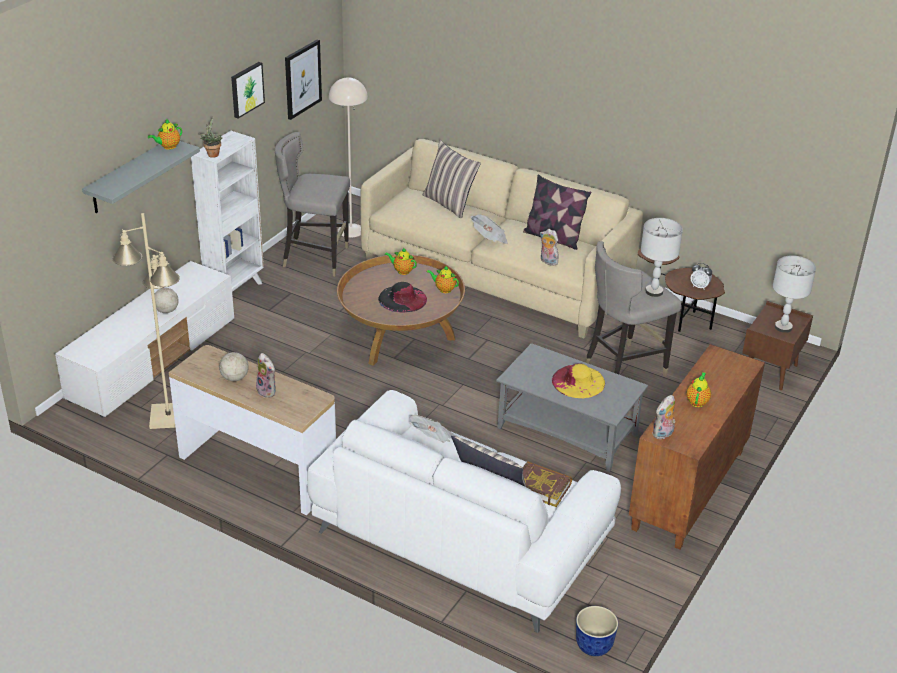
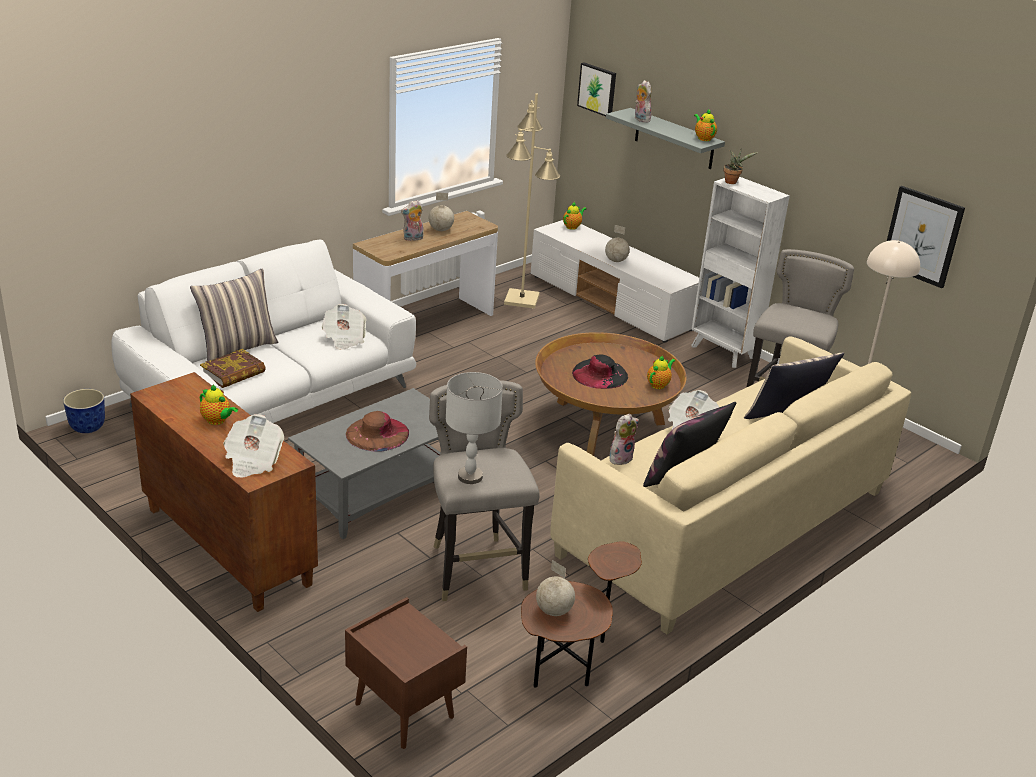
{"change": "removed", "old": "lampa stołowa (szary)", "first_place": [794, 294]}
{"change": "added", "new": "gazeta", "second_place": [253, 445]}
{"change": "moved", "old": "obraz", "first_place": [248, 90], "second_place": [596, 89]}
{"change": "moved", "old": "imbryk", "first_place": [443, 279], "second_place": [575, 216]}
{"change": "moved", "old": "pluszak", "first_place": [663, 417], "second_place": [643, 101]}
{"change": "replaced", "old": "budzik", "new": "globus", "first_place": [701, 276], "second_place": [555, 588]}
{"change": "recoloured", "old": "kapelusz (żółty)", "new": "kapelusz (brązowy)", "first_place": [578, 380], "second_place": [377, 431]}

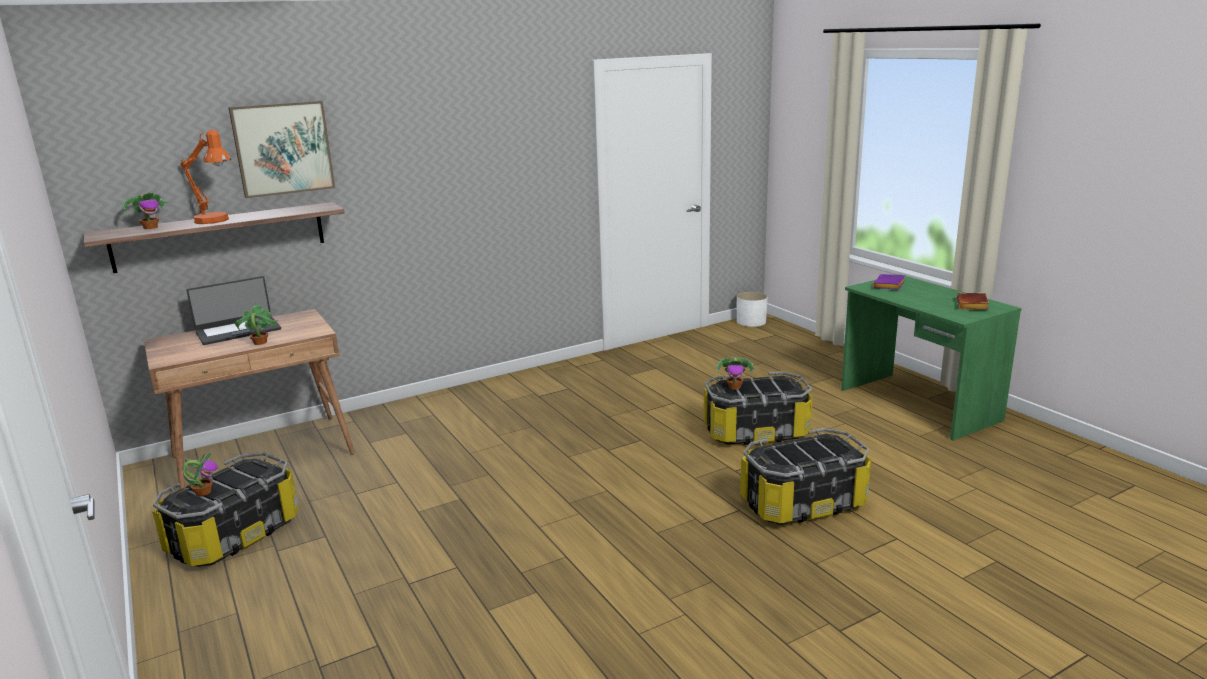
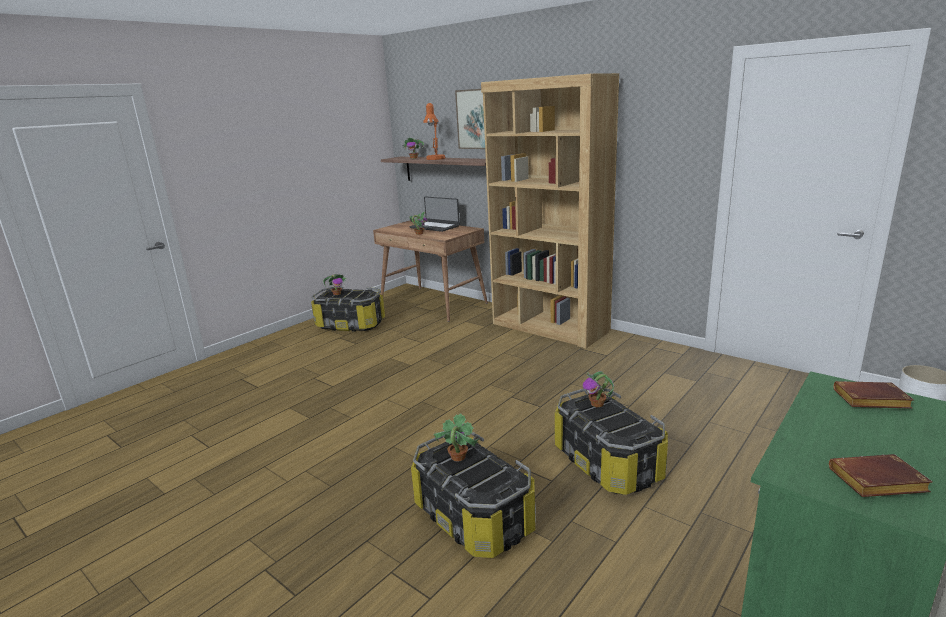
{"change": "added", "new": "roślina doniczkowa", "second_place": [457, 437]}
{"change": "added", "new": "regał (brązowy)", "second_place": [550, 210]}
{"change": "recoloured", "old": "książka (fioletowy)", "new": "książka (brązowy)", "first_place": [889, 282], "second_place": [874, 395]}

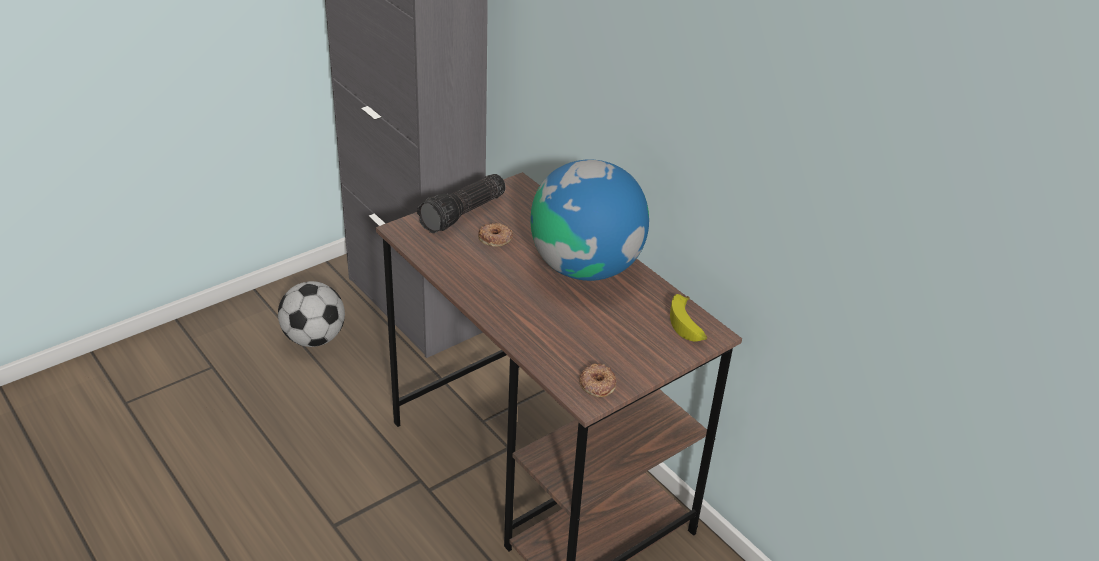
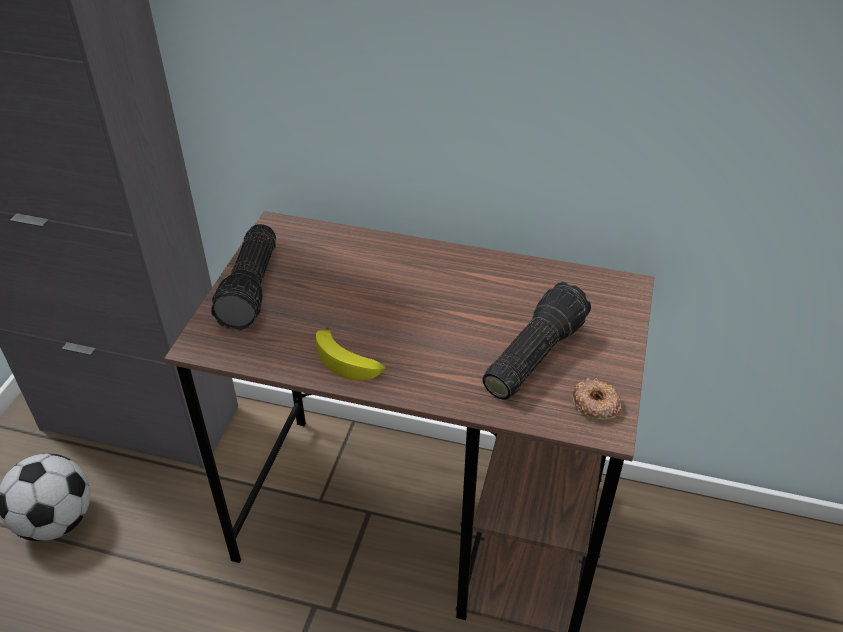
{"change": "removed", "old": "donut", "first_place": [495, 235]}
{"change": "removed", "old": "globus", "first_place": [589, 220]}
{"change": "added", "new": "latarka", "second_place": [536, 341]}
{"change": "moved", "old": "banan", "first_place": [688, 318], "second_place": [351, 353]}

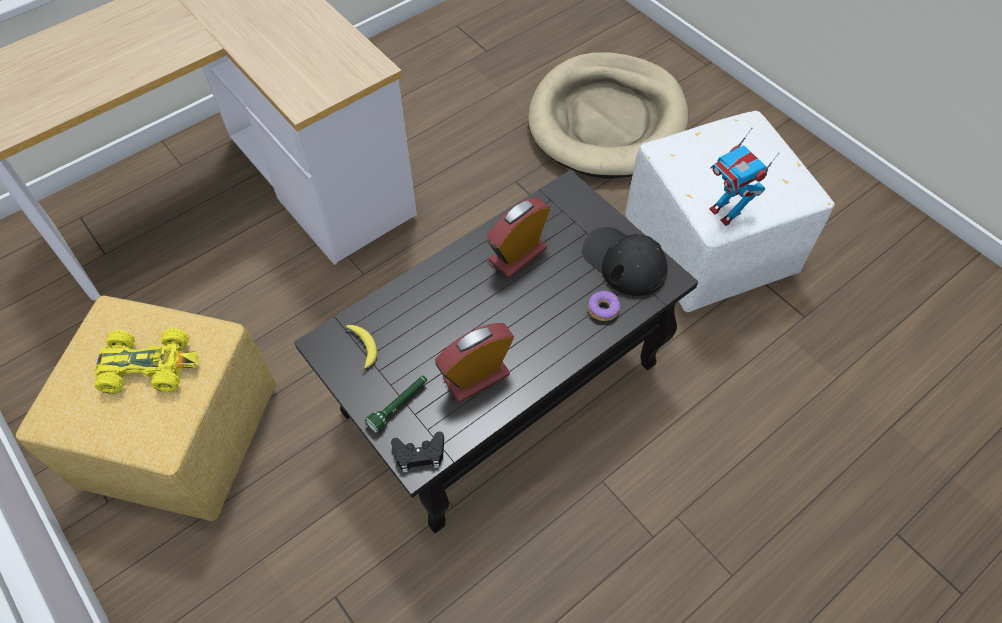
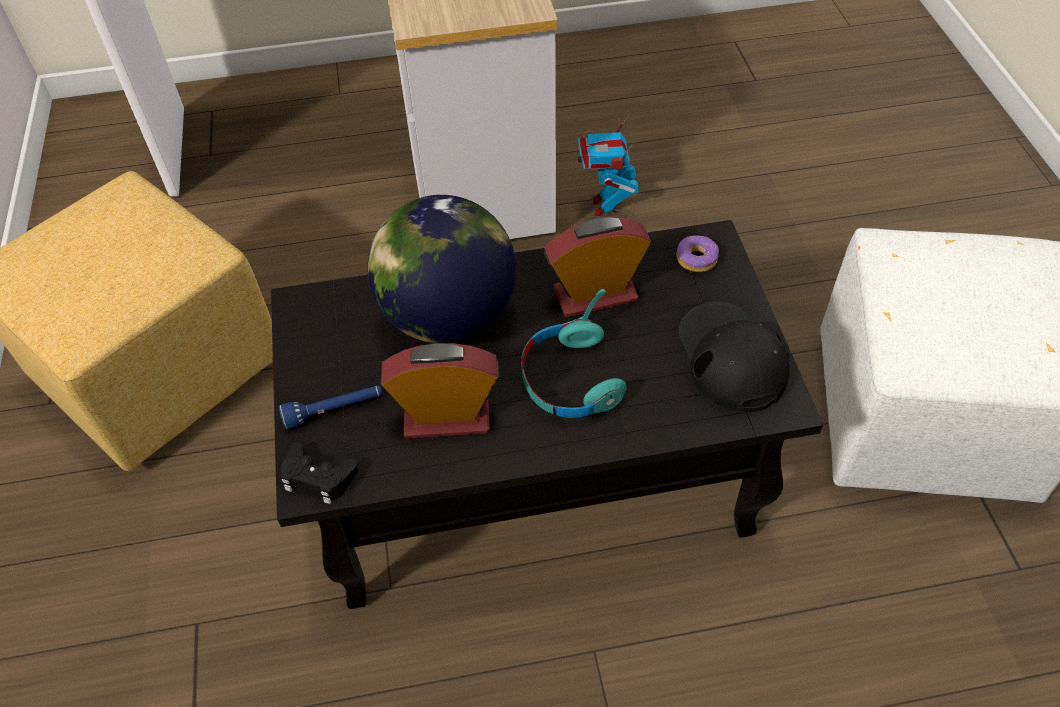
{"change": "removed", "old": "samochodzik (żółty)", "first_place": [146, 361]}
{"change": "removed", "old": "banan", "first_place": [361, 348]}
{"change": "removed", "old": "legowisko (beżowy)", "first_place": [608, 115]}
{"change": "added", "new": "globus", "second_place": [441, 269]}
{"change": "added", "new": "słuchawki (turkusowy)", "second_place": [574, 353]}
{"change": "moved", "old": "donut", "first_place": [604, 306], "second_place": [697, 253]}
{"change": "moved", "old": "robot zabawkowy", "first_place": [744, 177], "second_place": [608, 166]}
{"change": "recoloured", "old": "latarka (zielony)", "new": "latarka (niebieski)", "first_place": [396, 404], "second_place": [331, 407]}

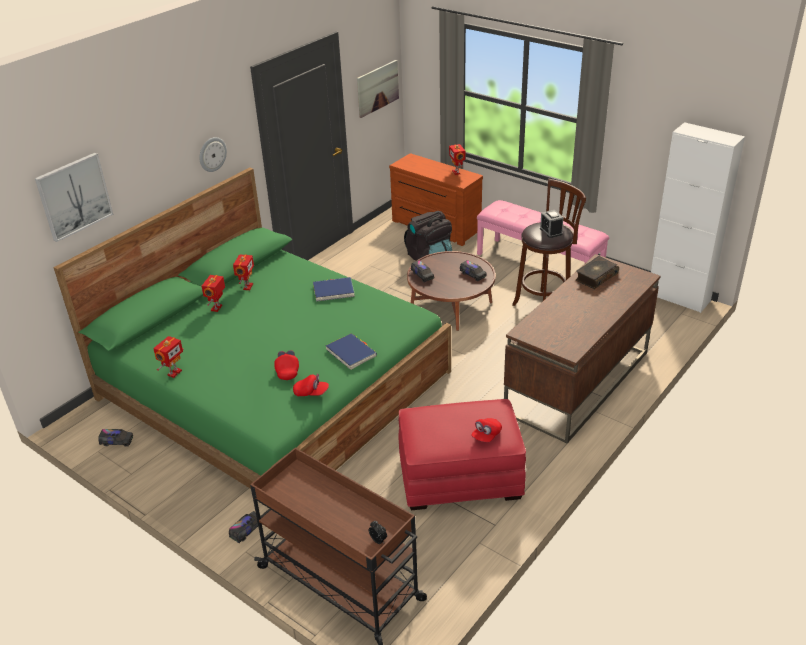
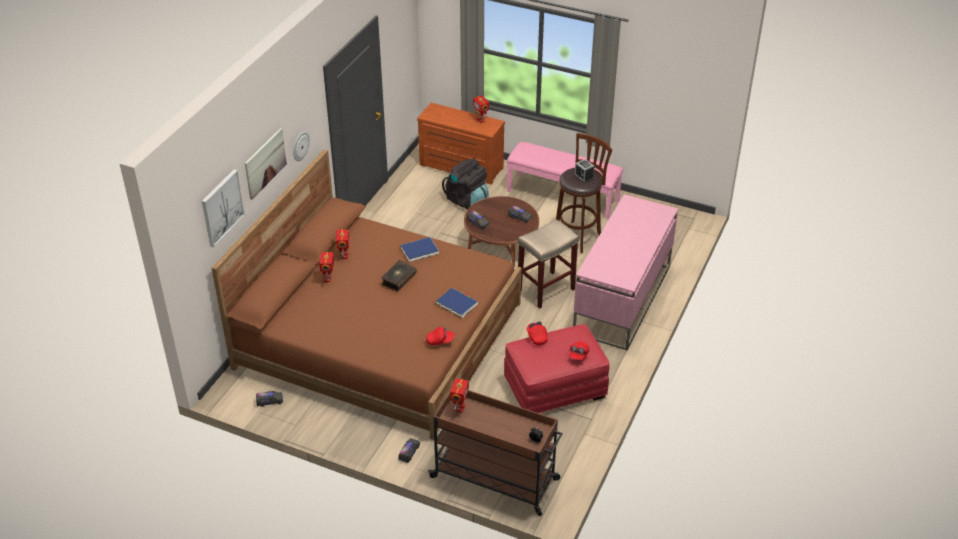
{"change": "removed", "old": "szafka (biały)", "first_place": [698, 217]}
{"change": "added", "new": "stołek (beżowy)", "second_place": [548, 264]}
{"change": "moved", "old": "robot zabawkowy", "first_place": [168, 357], "second_place": [459, 395]}
{"change": "moved", "old": "czapka z daszkiem (czerwony)", "first_place": [286, 365], "second_place": [537, 333]}
{"change": "moved", "old": "obraz", "first_place": [378, 89], "second_place": [266, 164]}
{"change": "moved", "old": "książka", "first_place": [597, 272], "second_place": [399, 275]}
{"change": "recoloured", "old": "łóżko (zielony)", "new": "łóżko (brązowy)", "first_place": [252, 328], "second_place": [367, 294]}
{"change": "recoloured", "old": "biurko (brązowy)", "new": "biurko (różowy)", "first_place": [582, 349], "second_place": [625, 272]}

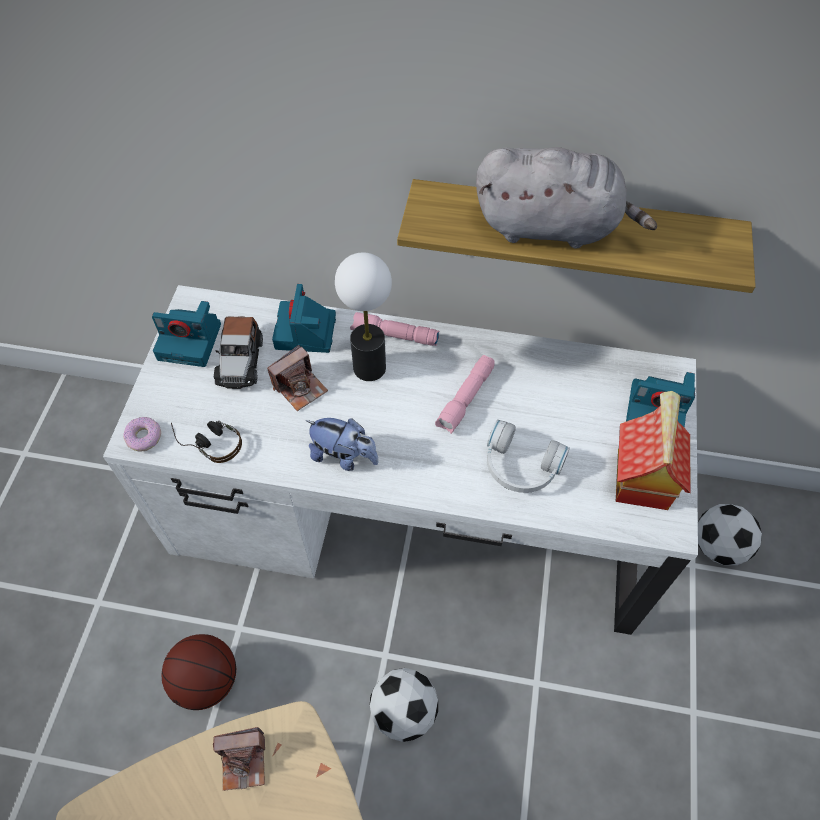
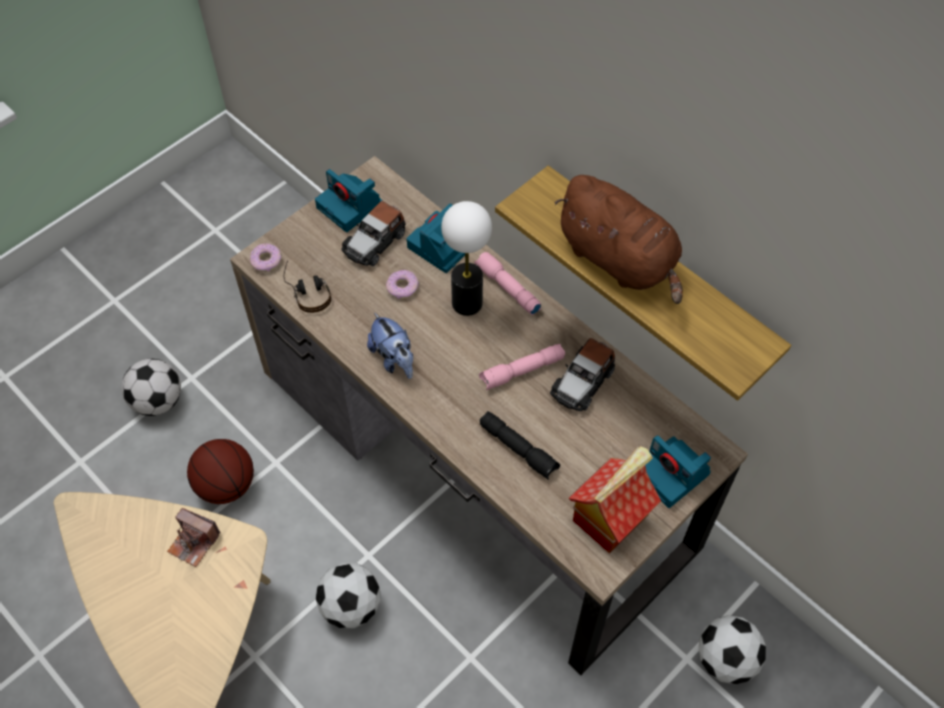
{"change": "added", "new": "piłka futbolowa", "second_place": [151, 387]}
{"change": "added", "new": "samochodzik", "second_place": [582, 374]}
{"change": "replaced", "old": "aparat fotograficzny", "new": "donut", "first_place": [297, 378], "second_place": [402, 284]}
{"change": "replaced", "old": "słuchawki (biały)", "new": "latarka (czarny)", "first_place": [528, 456], "second_place": [520, 445]}
{"change": "recoloured", "old": "biurko (biały)", "new": "biurko (brązowy)", "first_place": [400, 460], "second_place": [489, 415]}
{"change": "recoloured", "old": "pluszak (szary)", "new": "pluszak (brązowy)", "first_place": [566, 198], "second_place": [618, 239]}

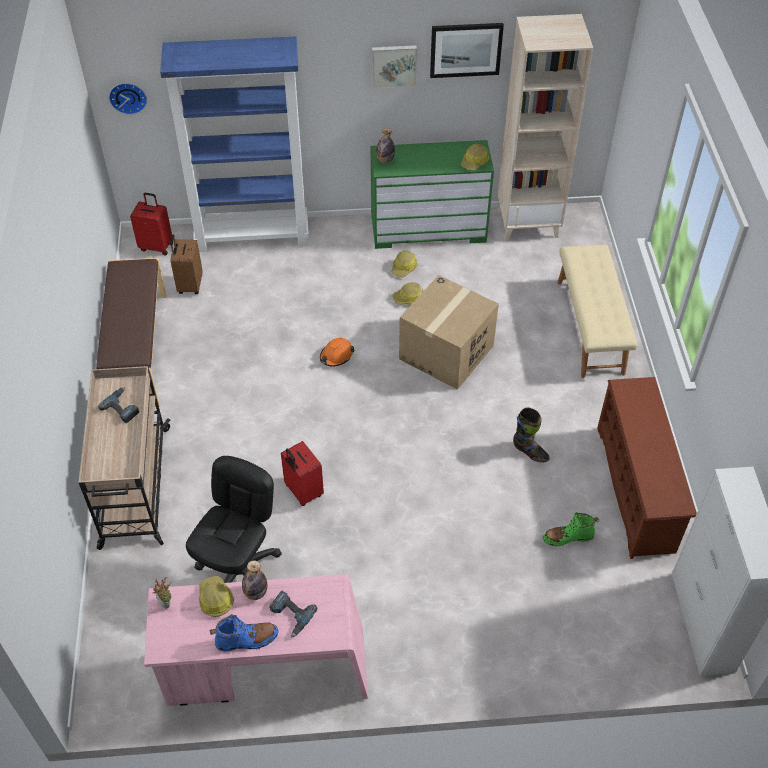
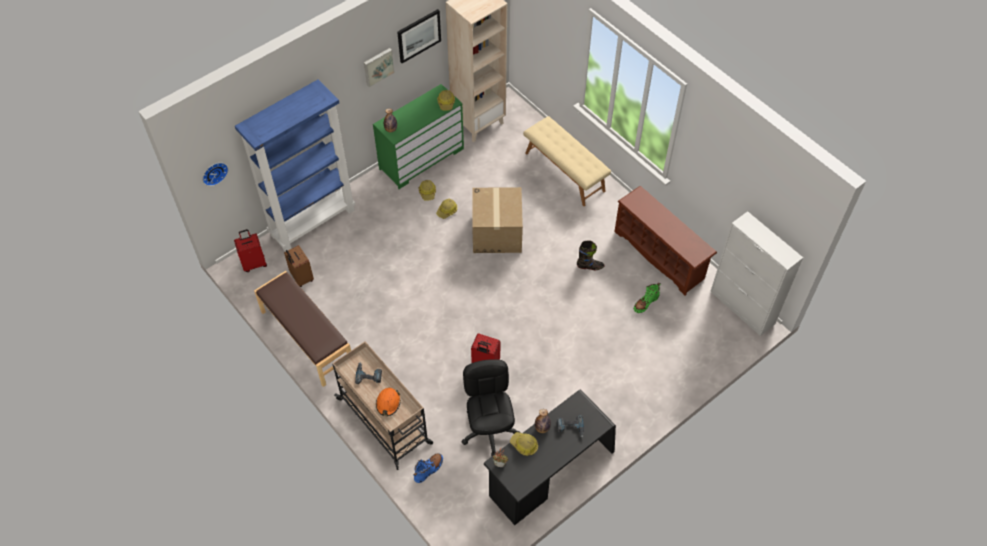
{"change": "moved", "old": "but z cholewką (niebieski)", "first_place": [244, 633], "second_place": [428, 468]}
{"change": "moved", "old": "kask (pomarańczowy)", "first_place": [337, 352], "second_place": [388, 402]}
{"change": "recoloured", "old": "biurko (różowy)", "new": "biurko (czarny)", "first_place": [256, 640], "second_place": [550, 457]}

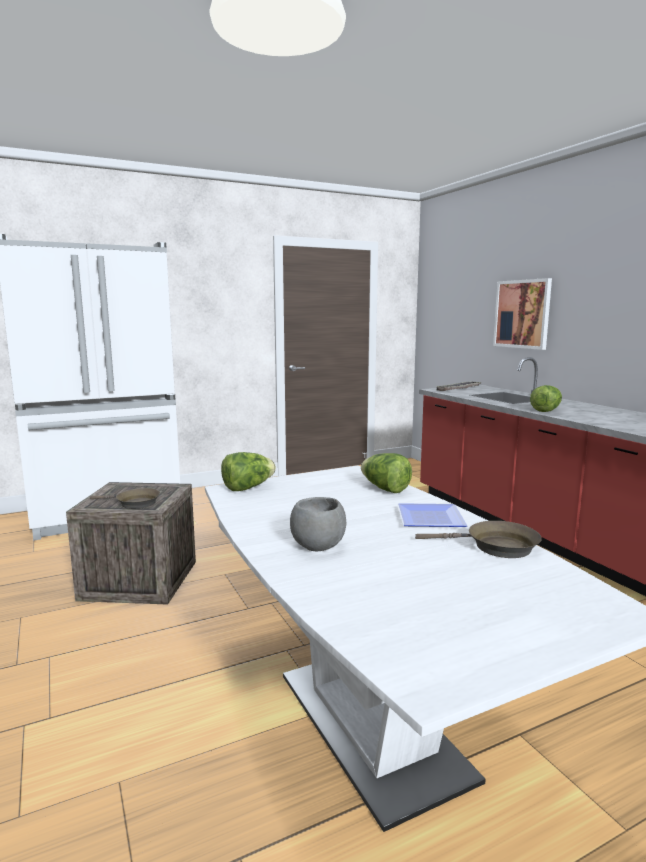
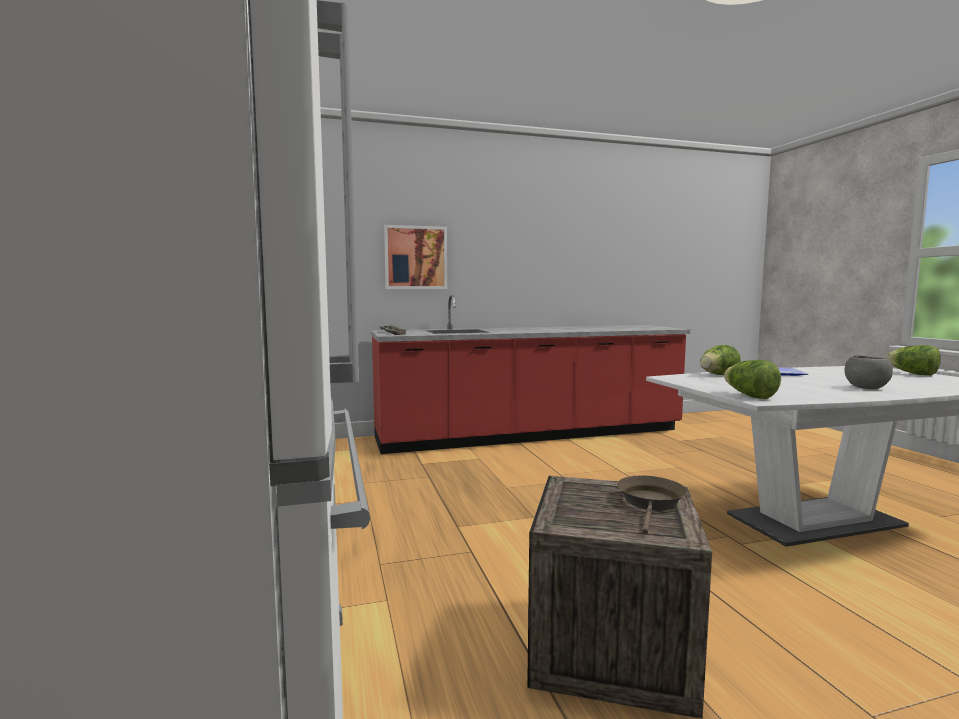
{"change": "removed", "old": "patelnia (brązowy)", "first_place": [478, 539]}
{"change": "moved", "old": "sałata", "first_place": [546, 398], "second_place": [913, 360]}

